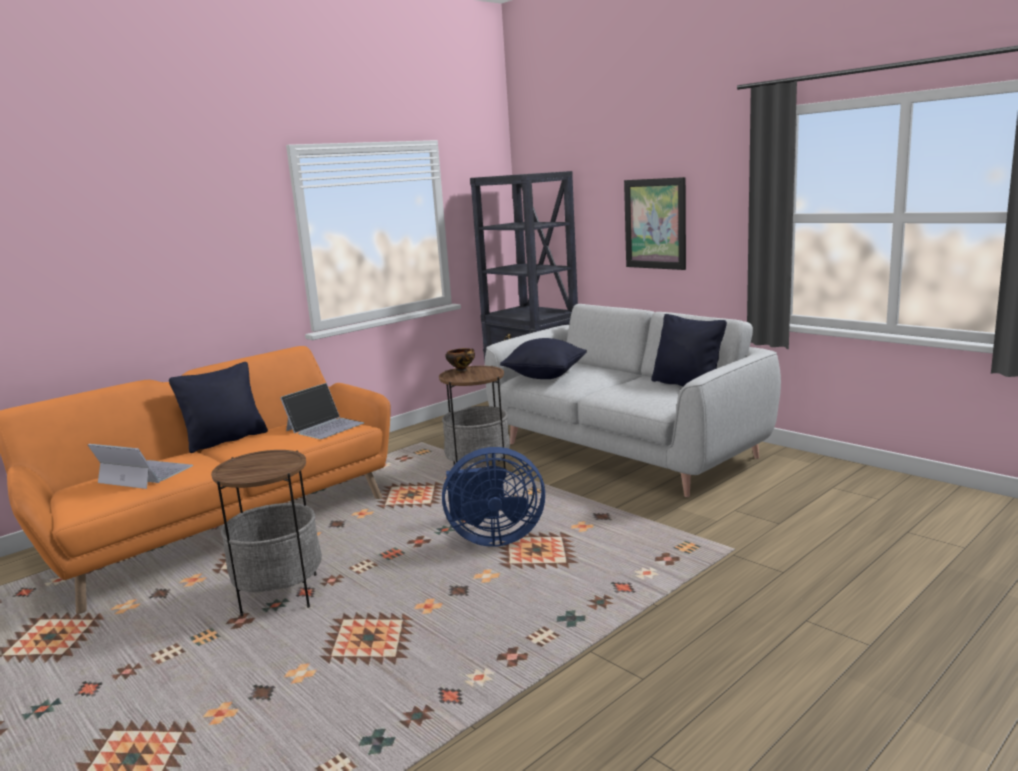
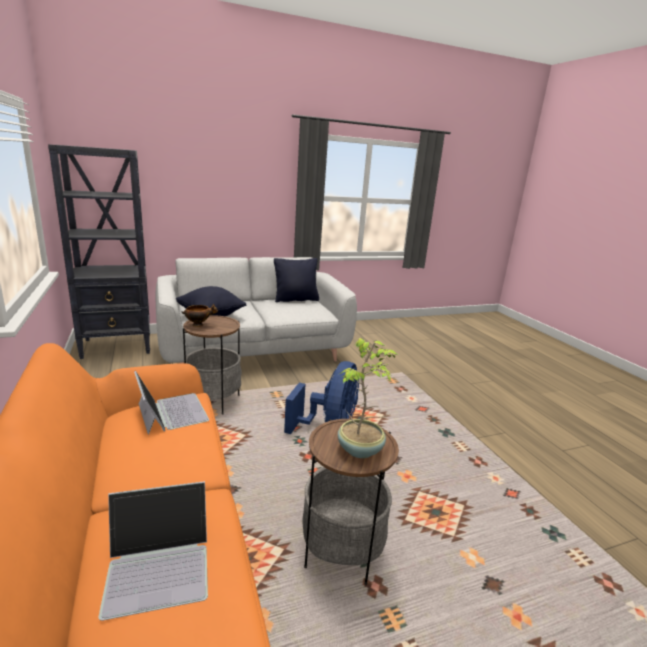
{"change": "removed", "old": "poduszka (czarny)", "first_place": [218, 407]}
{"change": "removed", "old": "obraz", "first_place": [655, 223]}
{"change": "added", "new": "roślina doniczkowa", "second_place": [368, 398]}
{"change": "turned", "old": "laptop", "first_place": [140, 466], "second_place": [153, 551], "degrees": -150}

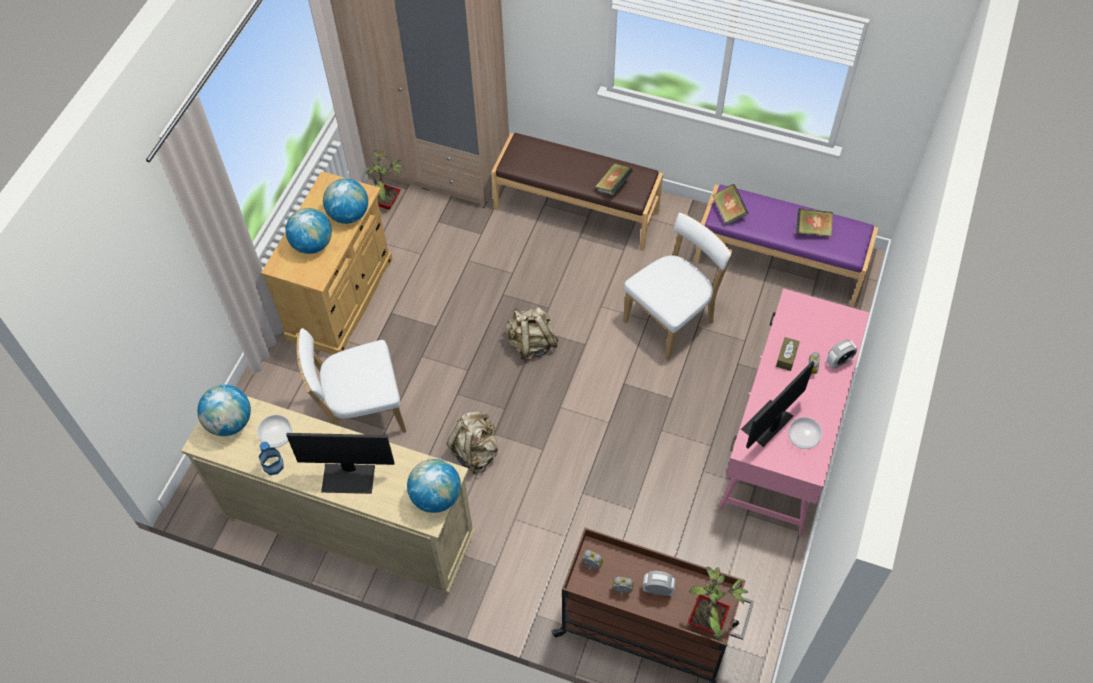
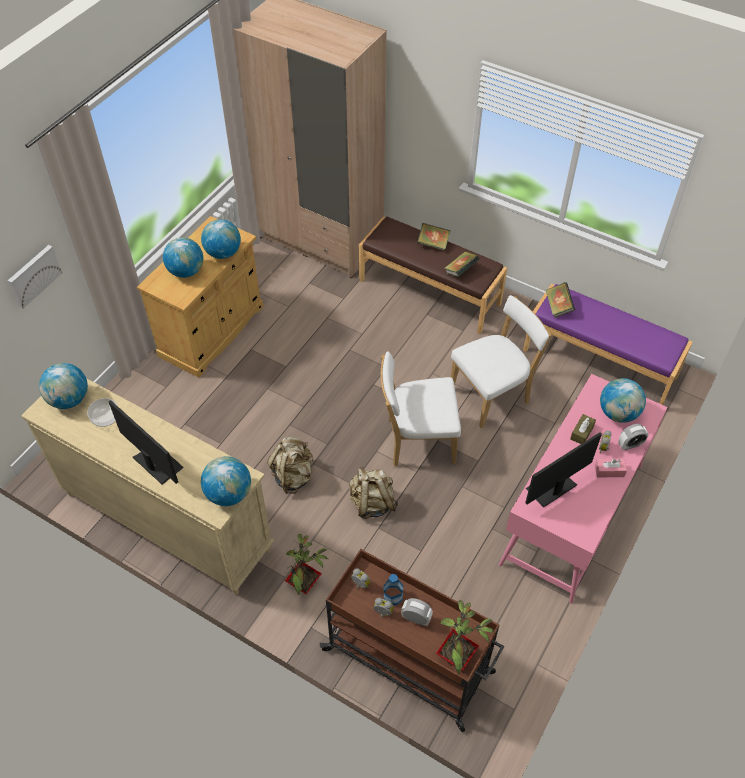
{"change": "removed", "old": "miska", "first_place": [805, 433]}
{"change": "added", "new": "obraz", "second_place": [35, 277]}
{"change": "added", "new": "pudełko chusteczek (różowy)", "second_place": [611, 467]}
{"change": "added", "new": "globus", "second_place": [623, 400]}
{"change": "moved", "old": "butelka", "first_place": [271, 458], "second_place": [393, 589]}
{"change": "moved", "old": "krzesło (biały)", "first_place": [351, 380], "second_place": [421, 408]}
{"change": "moved", "old": "roślina doniczkowa", "first_place": [385, 180], "second_place": [307, 564]}
{"change": "moved", "old": "plecak (beżowy)", "first_place": [532, 333], "second_place": [373, 493]}
{"change": "moved", "old": "książka", "first_place": [814, 222], "second_place": [433, 237]}
{"change": "turned", "old": "monitor", "first_place": [340, 463], "second_place": [146, 442], "degrees": -150}

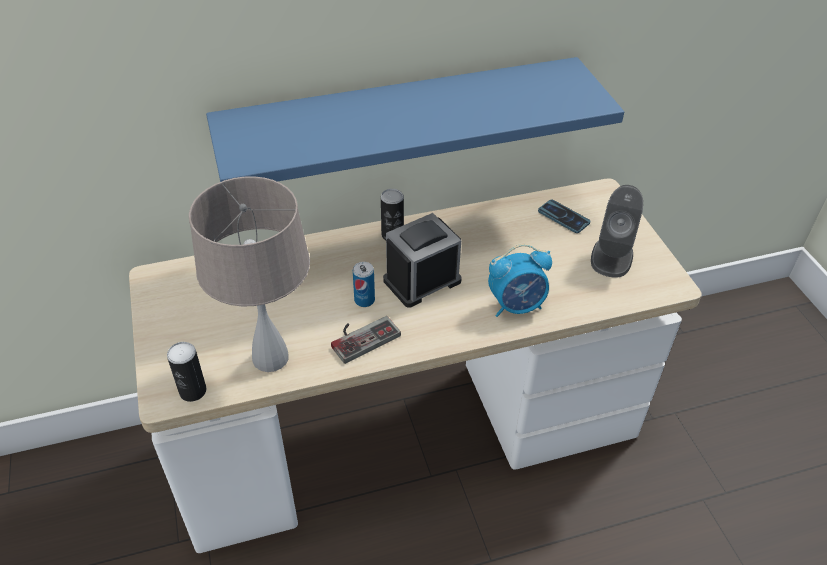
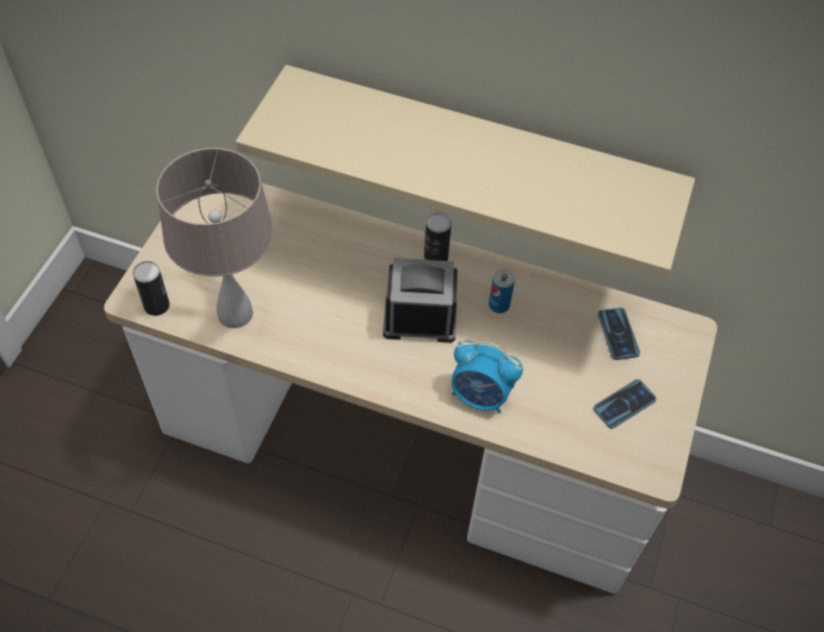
{"change": "removed", "old": "pad do gier", "first_place": [366, 340]}
{"change": "moved", "old": "puszka", "first_place": [364, 284], "second_place": [502, 291]}
{"change": "replaced", "old": "głośnik (szary)", "new": "telefon", "first_place": [617, 231], "second_place": [625, 404]}
{"change": "recoloured", "old": "półka (niebieski)", "new": "półka (beżowy)", "first_place": [415, 119], "second_place": [465, 171]}

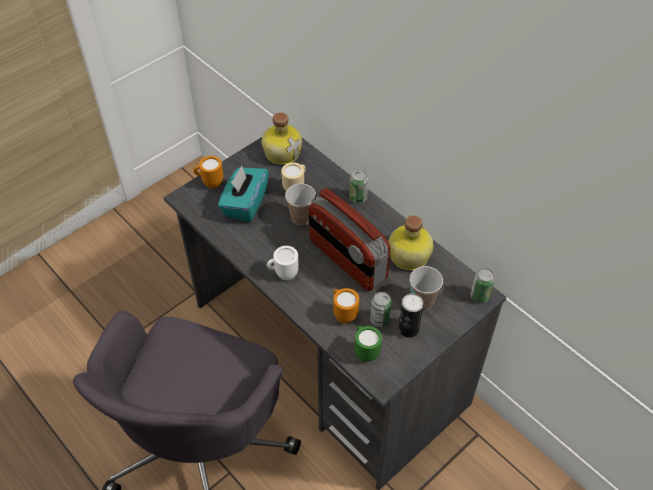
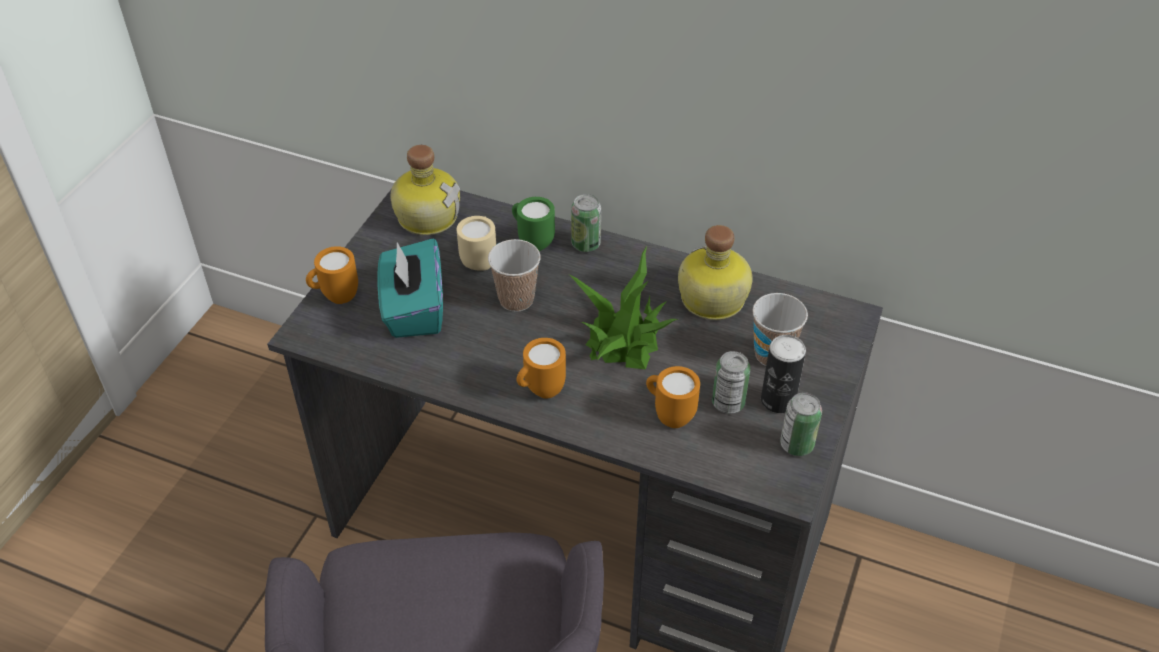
{"change": "moved", "old": "kubek (zielony)", "first_place": [368, 344], "second_place": [533, 224]}
{"change": "moved", "old": "puszka", "first_place": [483, 285], "second_place": [801, 424]}
{"change": "replaced", "old": "radio", "new": "roślina doniczkowa", "first_place": [350, 239], "second_place": [624, 308]}
{"change": "recoloured", "old": "kubek (biały)", "new": "kubek (pomarańczowy)", "first_place": [283, 263], "second_place": [541, 368]}

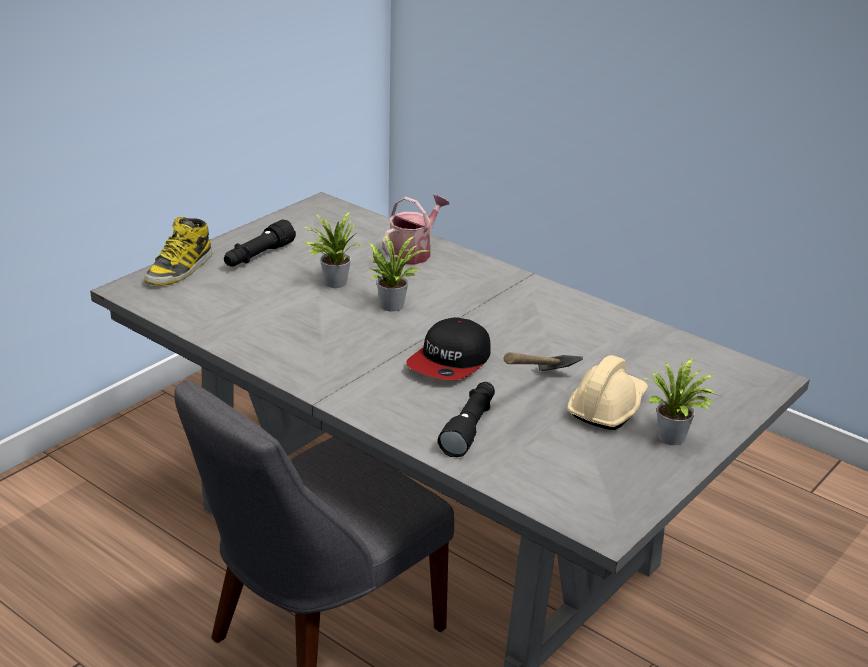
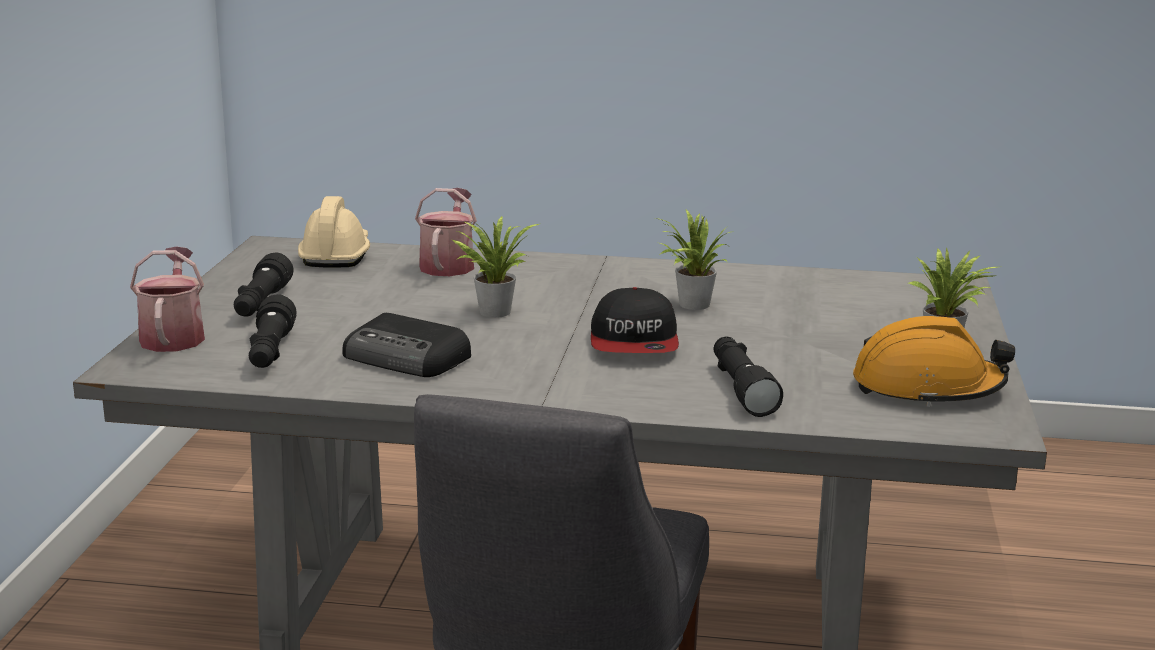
{"change": "removed", "old": "młotek", "first_place": [543, 361]}
{"change": "added", "new": "latarka (czarny)", "second_place": [273, 331]}
{"change": "added", "new": "radio", "second_place": [406, 345]}
{"change": "added", "new": "kask (pomarańczowy)", "second_place": [934, 361]}
{"change": "moved", "old": "roślina doniczkowa", "first_place": [332, 250], "second_place": [692, 260]}
{"change": "moved", "old": "kask (beżowy)", "first_place": [607, 392], "second_place": [334, 232]}
{"change": "replaced", "old": "but z cholewką", "new": "konewka", "first_place": [178, 251], "second_place": [167, 299]}

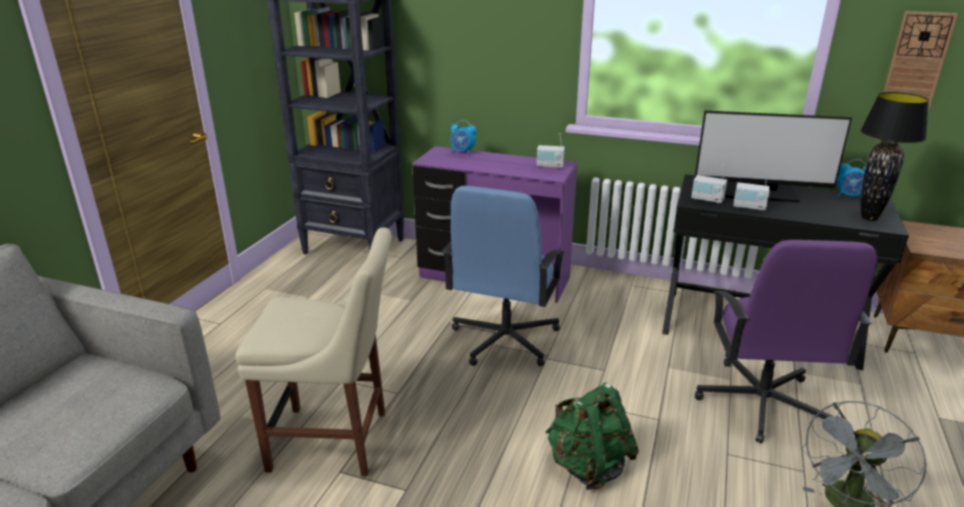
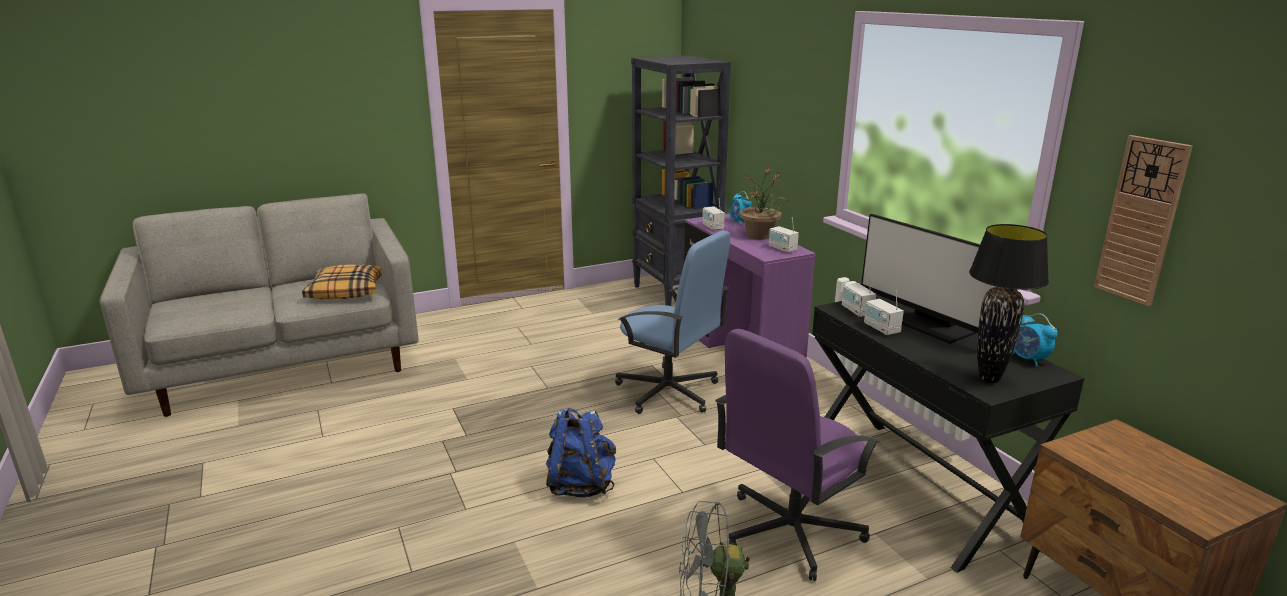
{"change": "removed", "old": "krzesło (beżowy)", "first_place": [313, 352]}
{"change": "added", "new": "poduszka", "second_place": [342, 281]}
{"change": "added", "new": "radio", "second_place": [714, 214]}
{"change": "added", "new": "roślina doniczkowa", "second_place": [763, 204]}
{"change": "recoloured", "old": "plecak (zielony)", "new": "plecak (niebieski)", "first_place": [592, 436], "second_place": [581, 453]}
{"change": "turned", "old": "krzesło biurowe (niebieski)", "first_place": [503, 276], "second_place": [672, 322], "degrees": -120}

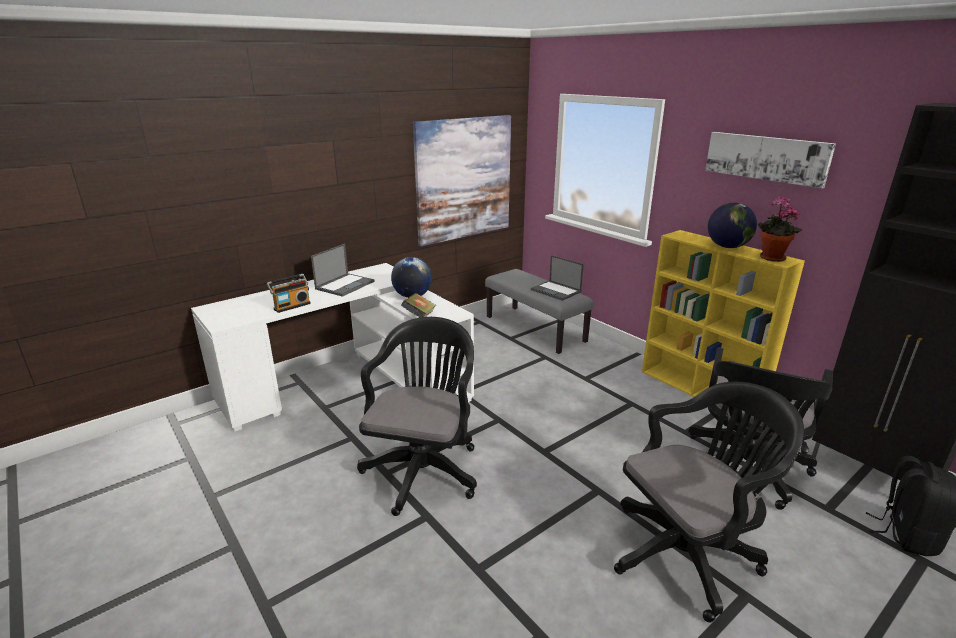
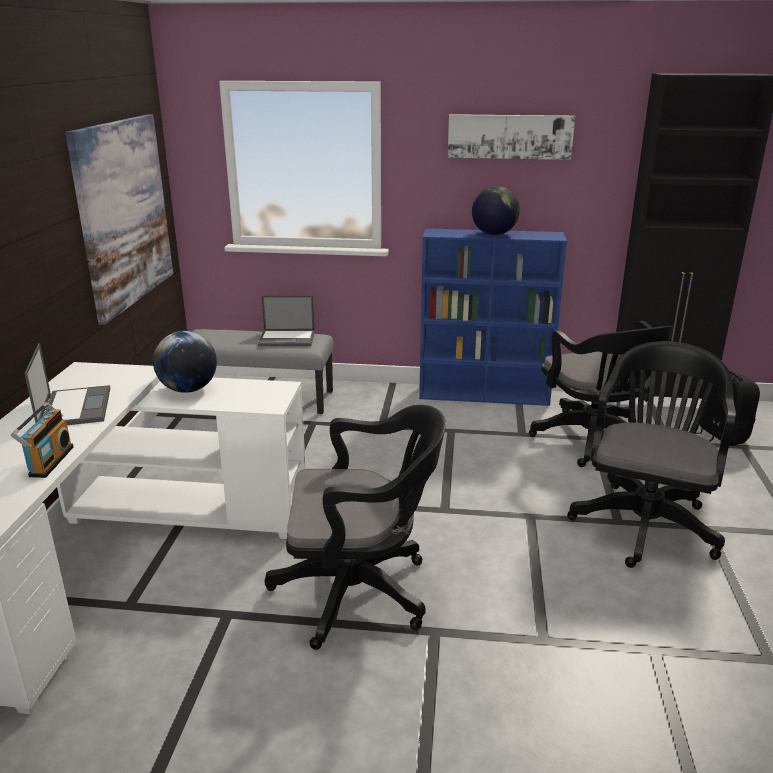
{"change": "removed", "old": "książka", "first_place": [418, 305]}
{"change": "removed", "old": "roślina doniczkowa", "first_place": [780, 229]}
{"change": "recoloured", "old": "regał (żółty)", "new": "regał (niebieski)", "first_place": [723, 313], "second_place": [493, 317]}
{"change": "turned", "old": "krzesło biurowe (czarny)", "first_place": [417, 416], "second_place": [355, 527], "degrees": 120}

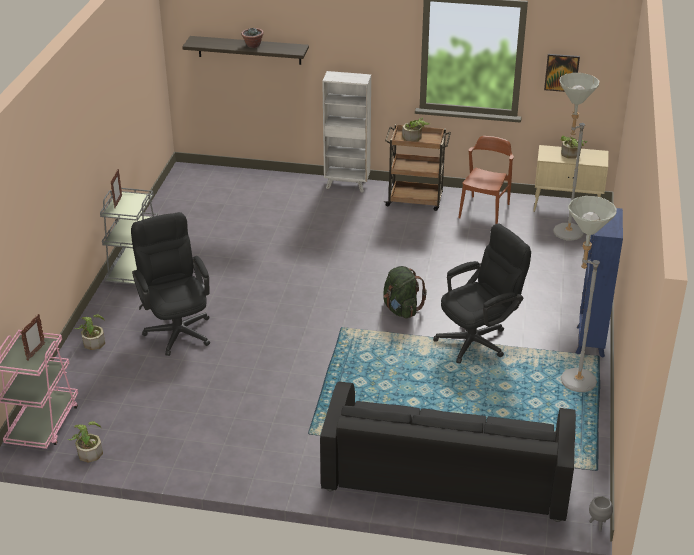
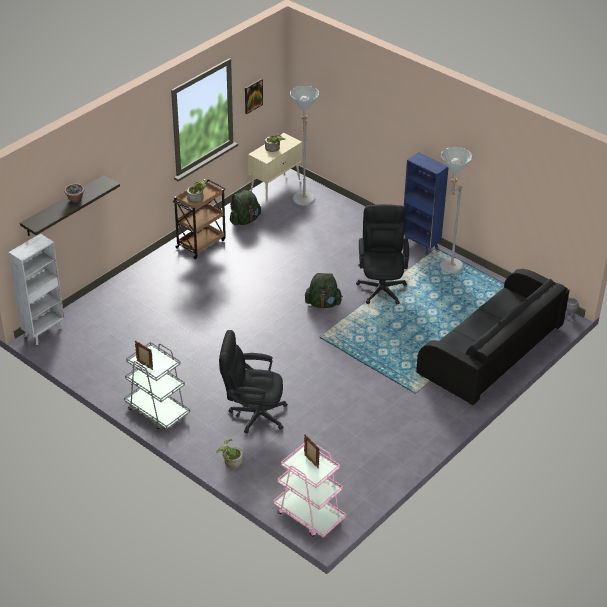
{"change": "removed", "old": "roślina doniczkowa", "first_place": [85, 441]}
{"change": "moved", "old": "regał (biały)", "first_place": [346, 131], "second_place": [36, 289]}
{"change": "replaced", "old": "krzesło (brązowy)", "new": "plecak (zielony)", "first_place": [486, 180], "second_place": [245, 207]}

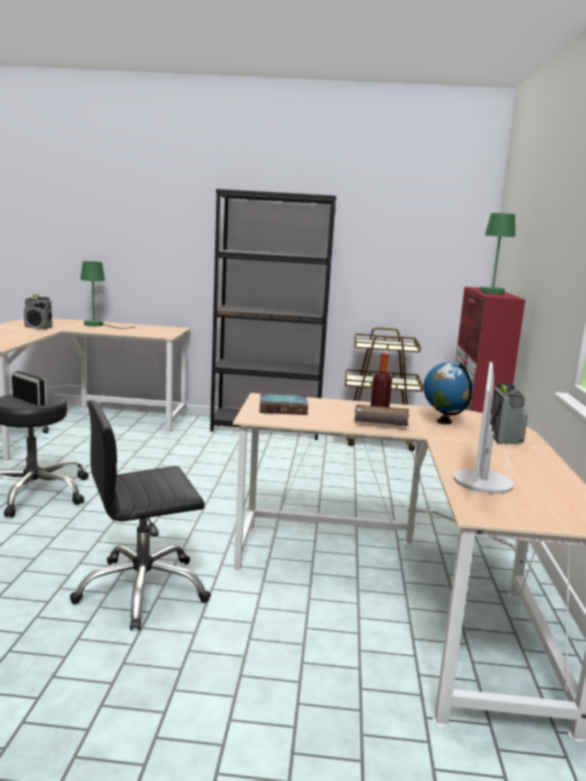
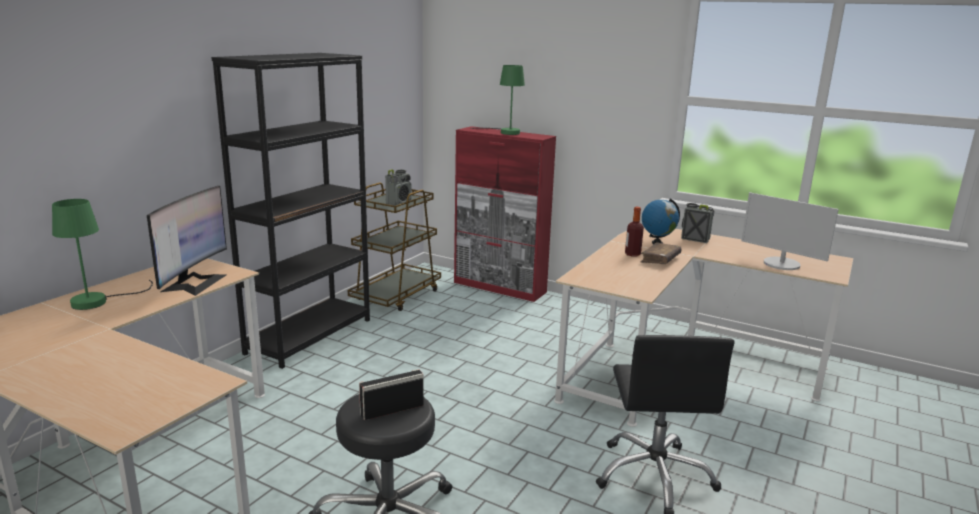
{"change": "removed", "old": "książka", "first_place": [283, 404]}
{"change": "added", "new": "monitor", "second_place": [187, 241]}
{"change": "moved", "old": "radio", "first_place": [38, 311], "second_place": [398, 187]}

